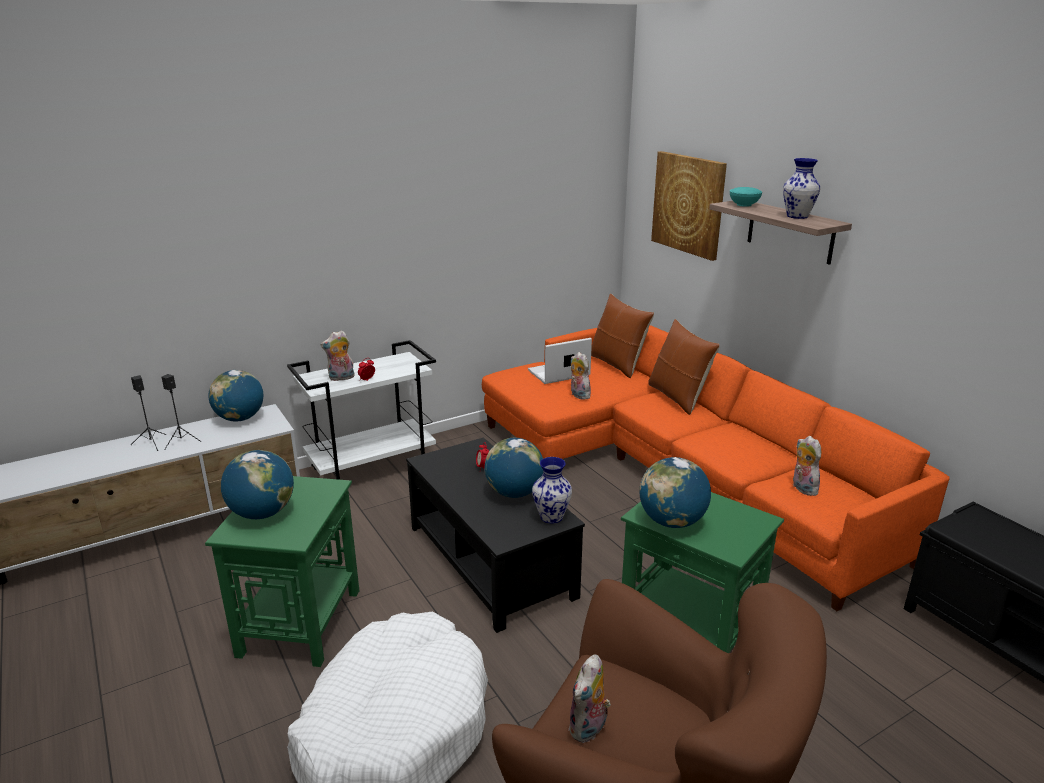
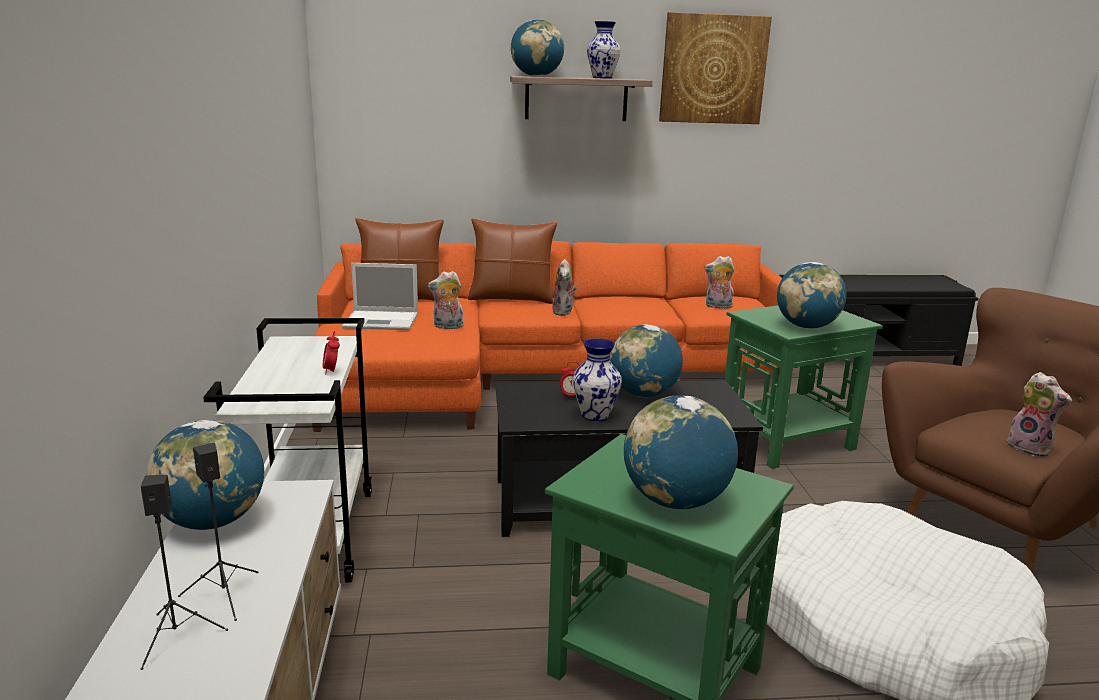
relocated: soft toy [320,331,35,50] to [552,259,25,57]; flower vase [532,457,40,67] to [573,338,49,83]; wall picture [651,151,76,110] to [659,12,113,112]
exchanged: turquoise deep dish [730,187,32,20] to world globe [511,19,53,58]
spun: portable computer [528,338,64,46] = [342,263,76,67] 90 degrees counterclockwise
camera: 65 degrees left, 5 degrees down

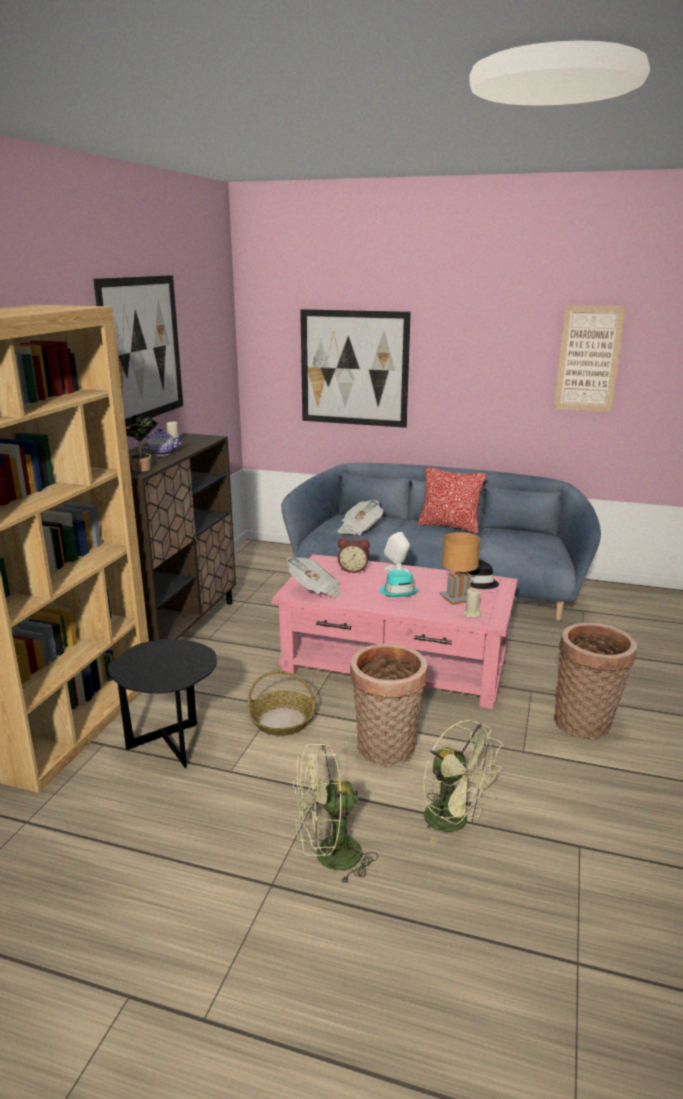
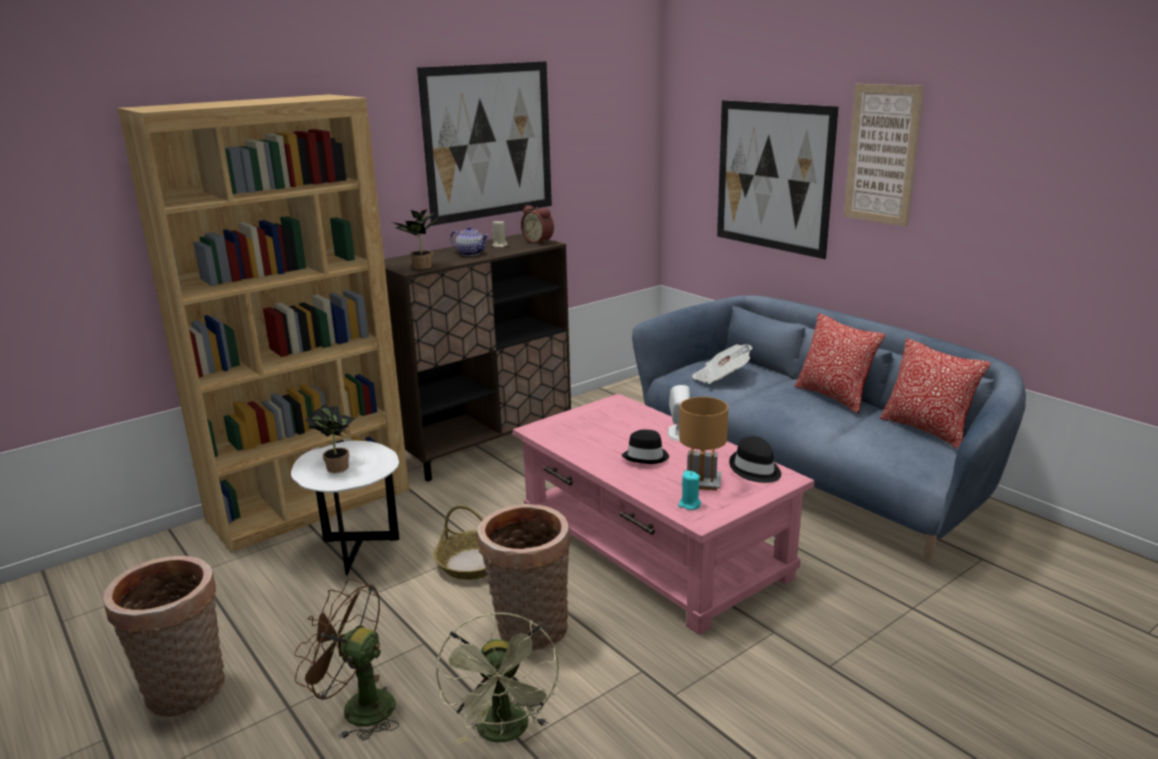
missing: printed paper [287,557,53,41]
appeared: potted plant [305,404,50,69]; throw pillow [880,338,111,111]
relocated: alarm clock [338,538,32,35] to [521,205,33,39]; wall picture [554,305,72,107] to [844,84,80,142]; household basket [554,623,83,116] to [103,556,122,161]
colour: blackish side table [108,639,109,129] to white-coloured side table [291,441,108,134]; green fan [293,743,85,142] to brown-coloured fan [294,579,105,162]; turquoise wearable hat [380,570,38,27] to blackish wearable hat [622,429,47,35]; beige-coloured wax light [463,588,18,30] to turquoise wax light [678,471,23,39]
camera: 35 degrees right, 0 degrees up

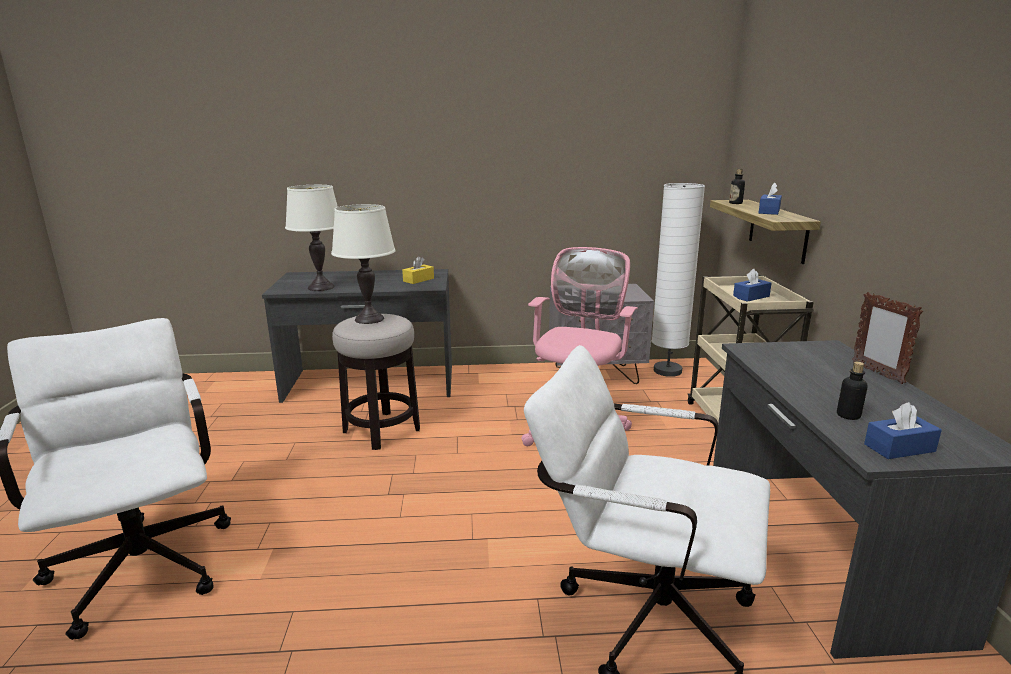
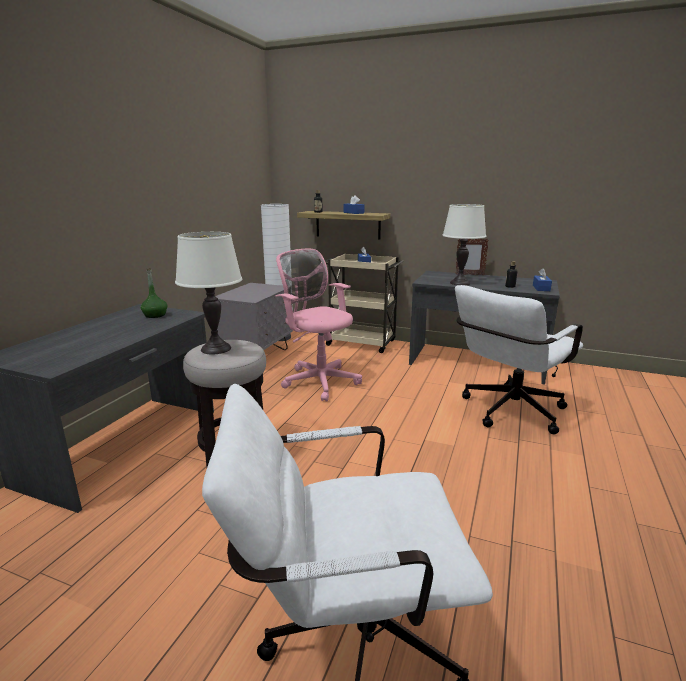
relocated: white-coloured table lamp [285,185,53,106] to [442,204,44,81]
exchanged: yellow-coloured tissue box [402,256,32,28] to green bottle [141,268,26,50]
camera: 65 degrees left, 0 degrees up

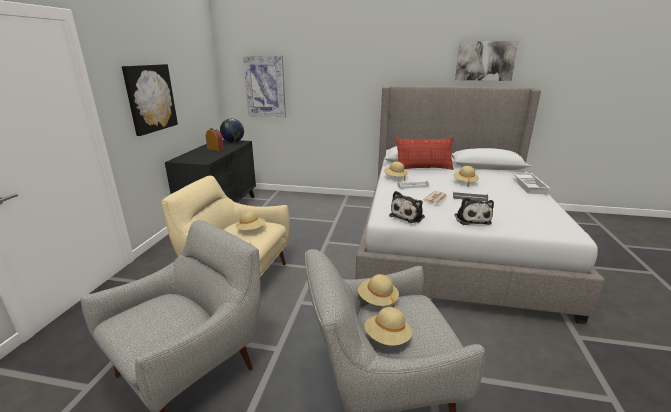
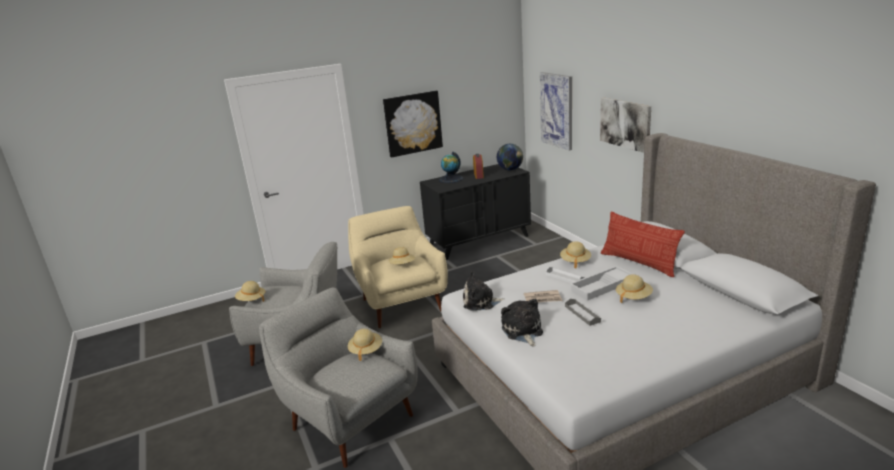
appeared: world globe [439,152,24,31]
relocated: beige-coloured wearable hat [364,307,48,39] to [235,281,30,21]; wall picture [455,41,64,40] to [600,98,51,55]; white-coloured serving tray [512,172,39,23] to [569,266,66,35]
spun: soft toy [455,197,39,28] = [501,298,42,48] 120 degrees clockwise
camera: 55 degrees right, 0 degrees up

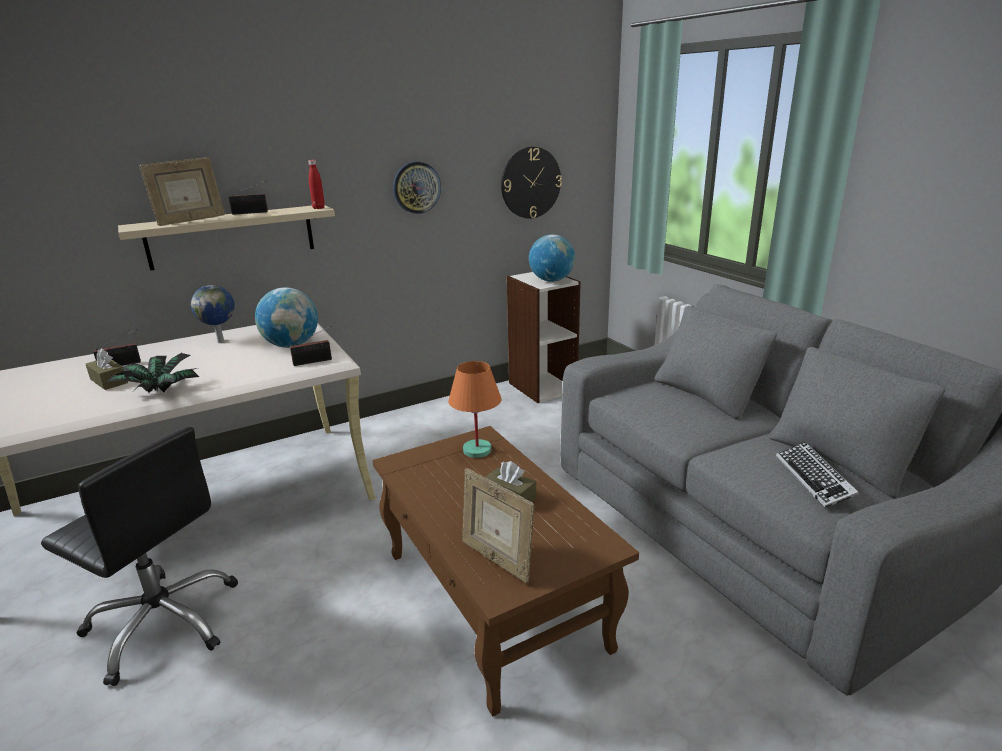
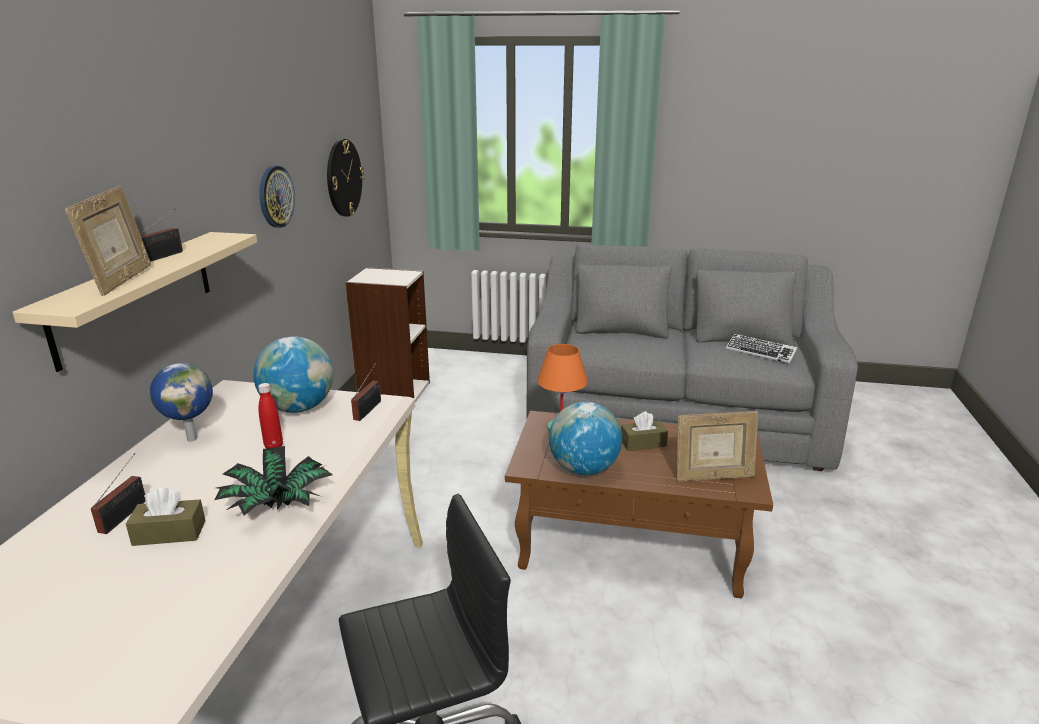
relocated: red bottle [308,160,17,49] to [258,383,25,66]; world globe [529,234,46,48] to [549,402,73,73]
camera: 50 degrees left, 0 degrees up

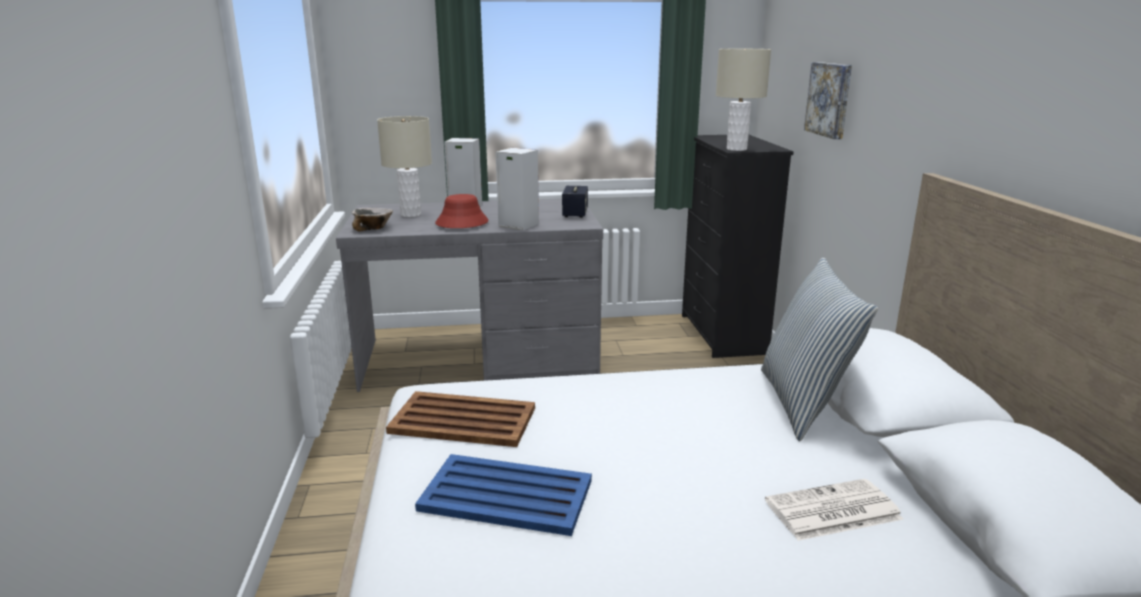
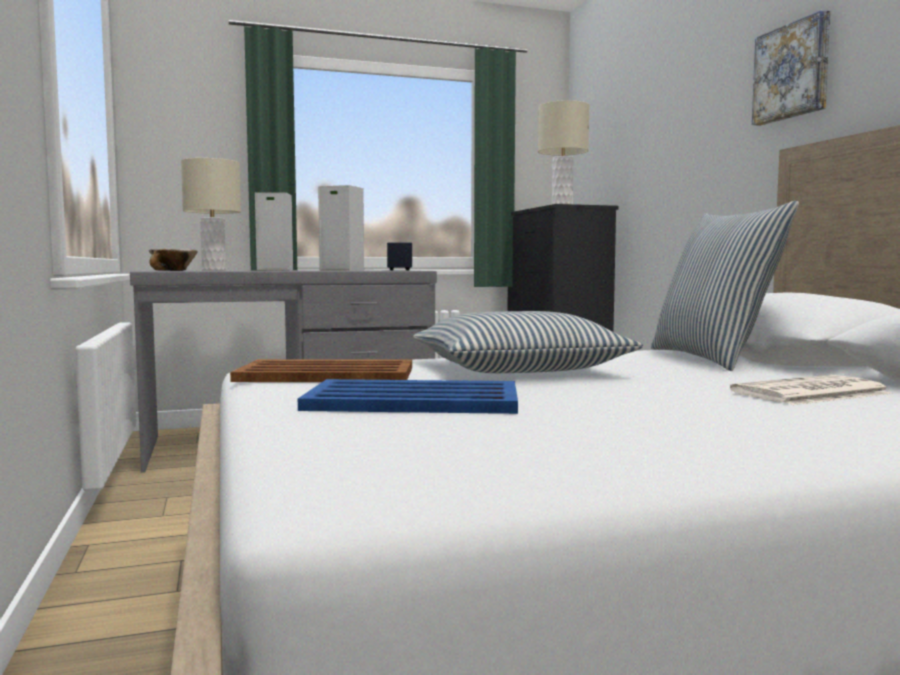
missing: red wearable hat [435,194,54,34]
appeared: throw pillow [413,311,230,62]
relocated: wall picture [804,62,48,77] to [752,10,78,116]
camera: 10 degrees left, 15 degrees down

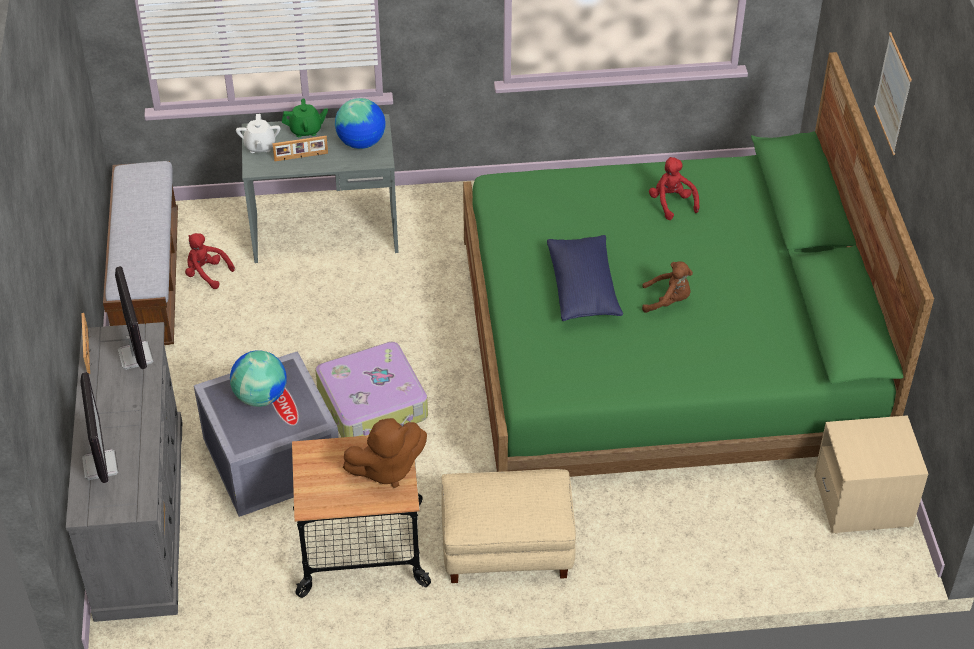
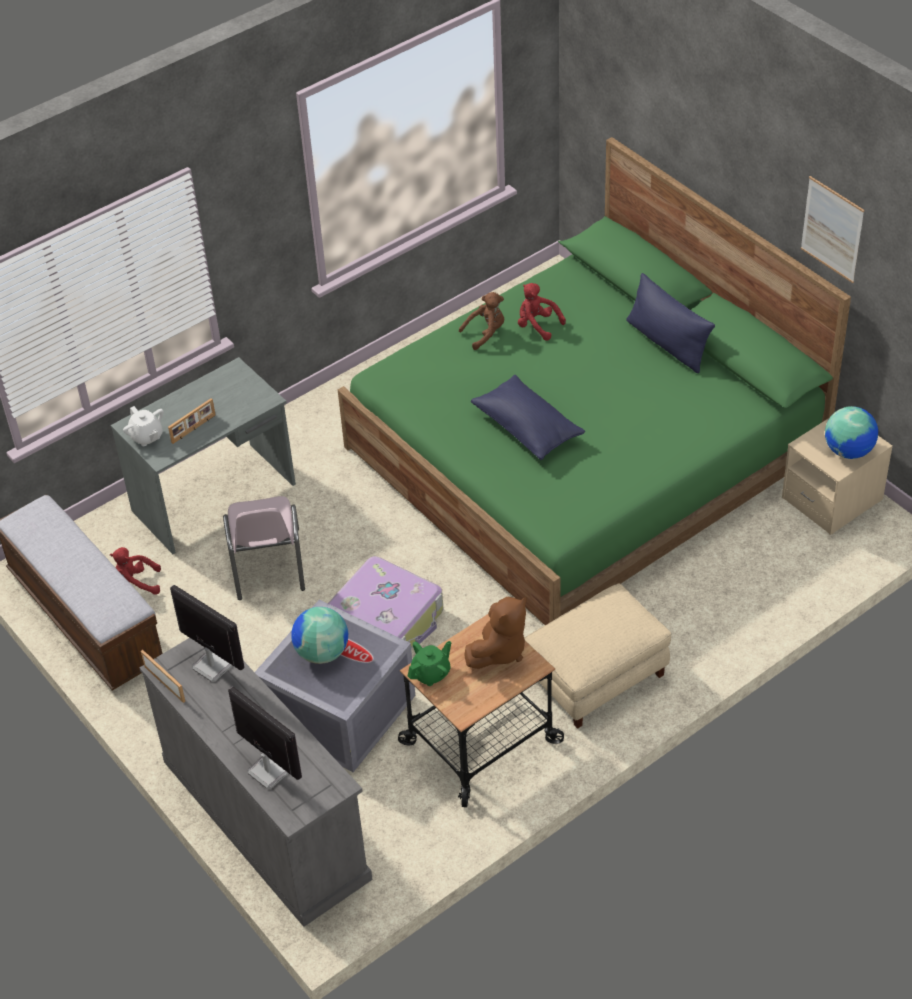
appeared: pink-coloured upright chair [223,496,82,104]; blue-coloured throw pillow [626,273,89,100]
relocated: green pot for tea [282,98,46,39] to [408,641,43,45]; world globe [335,98,51,51] to [825,406,53,53]; brown-coloured soft toy [642,261,51,52] to [459,292,45,58]; wall picture [874,32,38,123] to [801,176,63,107]
camera: 30 degrees left, 0 degrees up

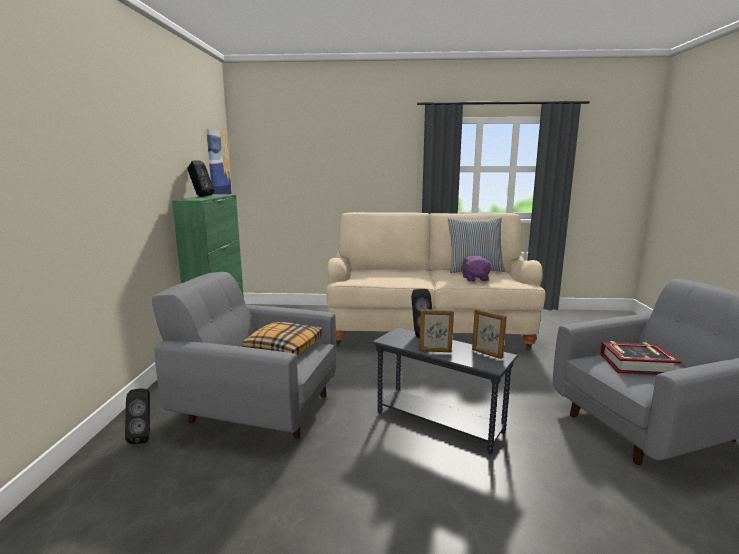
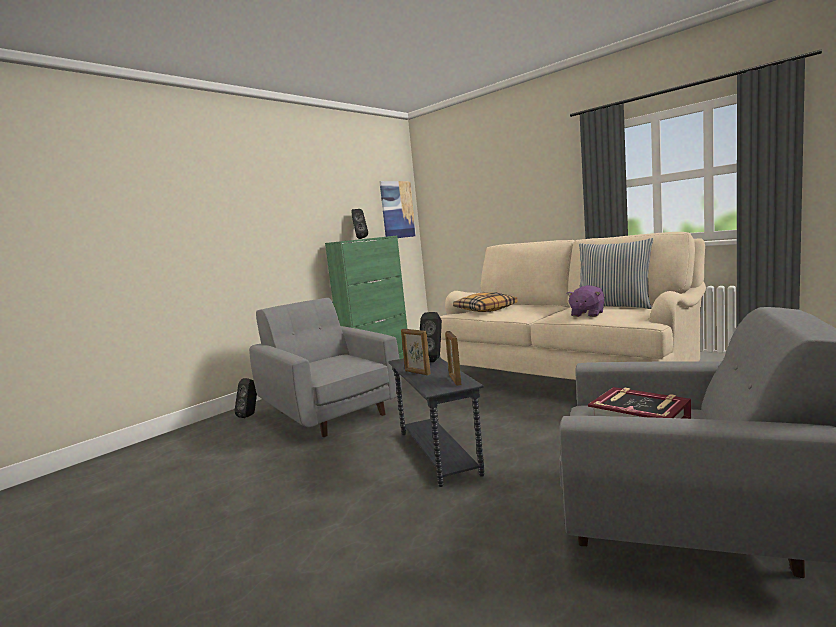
relocated: throw pillow [242,321,80,34] to [453,292,65,20]
camera: 40 degrees right, 5 degrees down

